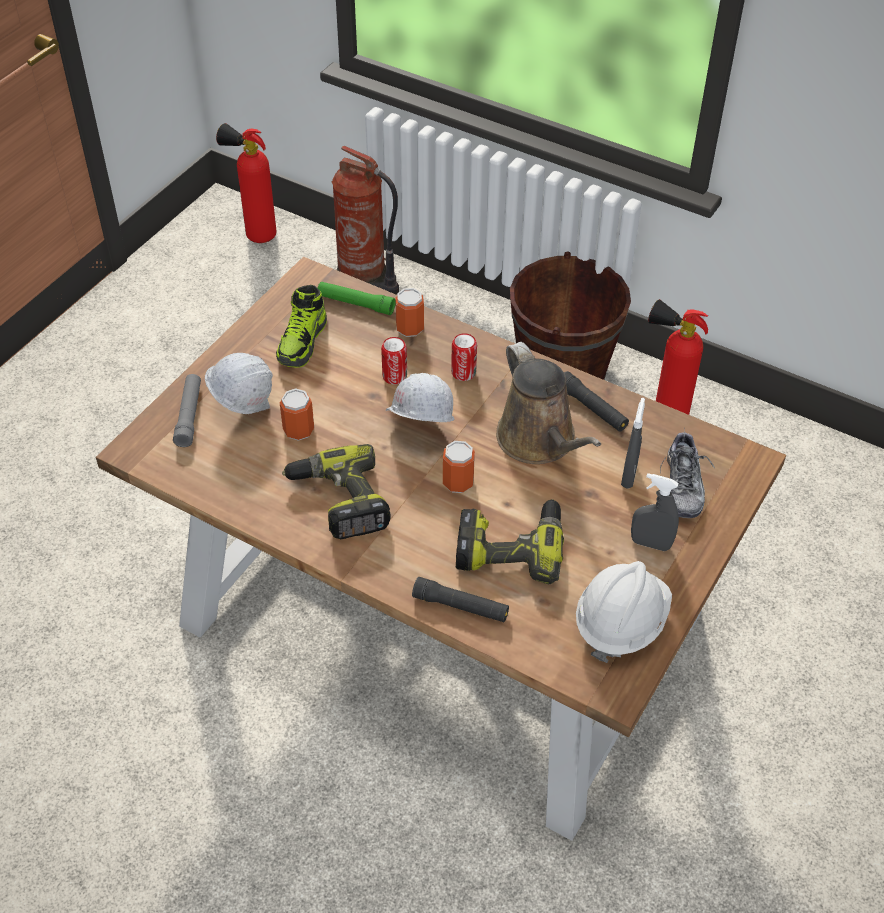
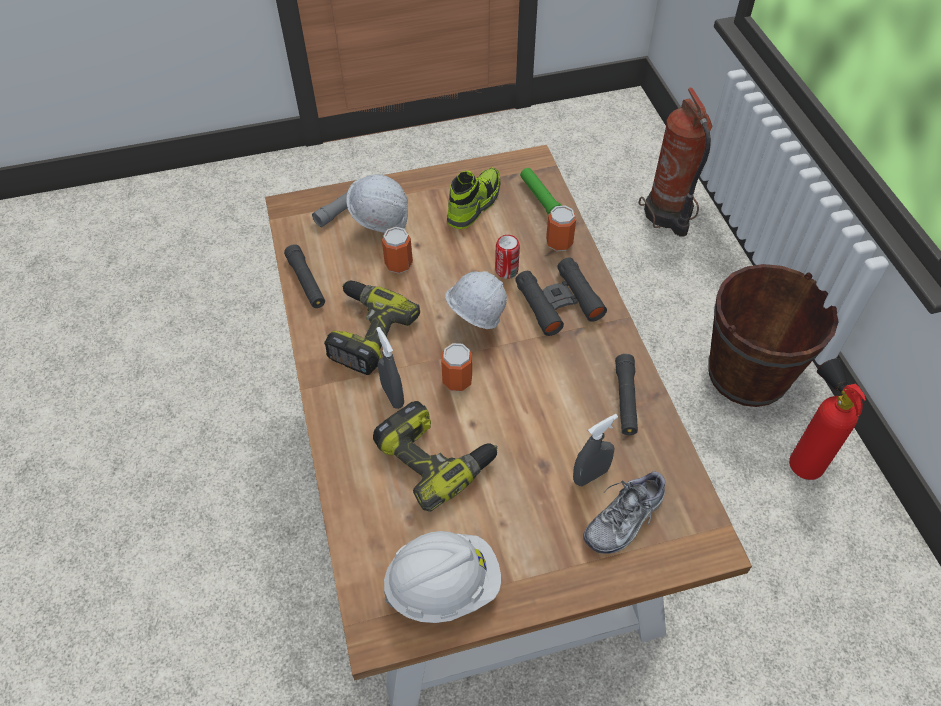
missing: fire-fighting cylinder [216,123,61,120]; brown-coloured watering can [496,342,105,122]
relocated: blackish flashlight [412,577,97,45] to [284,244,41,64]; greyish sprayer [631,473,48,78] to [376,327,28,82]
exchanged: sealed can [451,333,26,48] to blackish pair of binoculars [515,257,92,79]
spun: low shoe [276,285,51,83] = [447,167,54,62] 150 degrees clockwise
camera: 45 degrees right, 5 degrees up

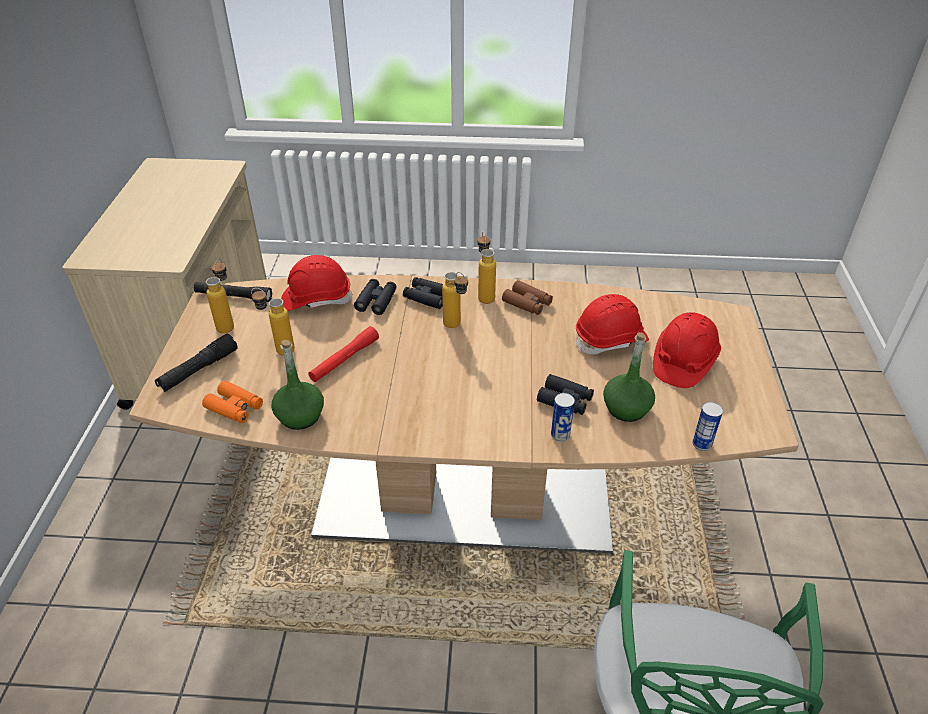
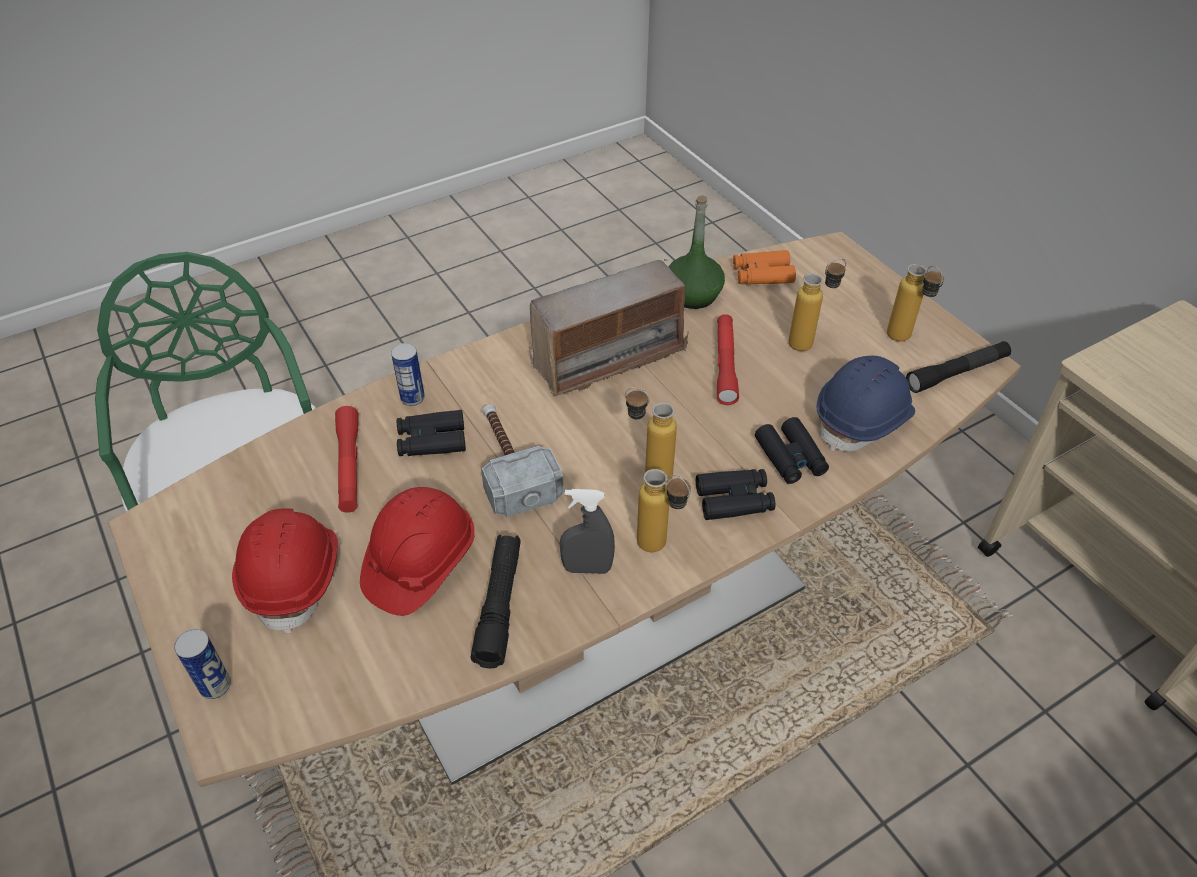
appeared: hand hammer [481,404,83,113]; radio set [529,259,160,138]
relocated: blackish flashlight [155,334,83,58] to [471,534,50,134]; sealed can [692,402,31,49] to [174,629,57,70]
exchanged: brown-coloured pair of binoculars [502,280,51,35] to greyish sprayer [560,489,55,85]; green bottle [603,332,52,90] to red flashlight [335,406,23,107]
colour: red hard hat [281,255,72,56] to blue-coloured hard hat [817,356,98,96]
camera: 145 degrees right, 5 degrees up

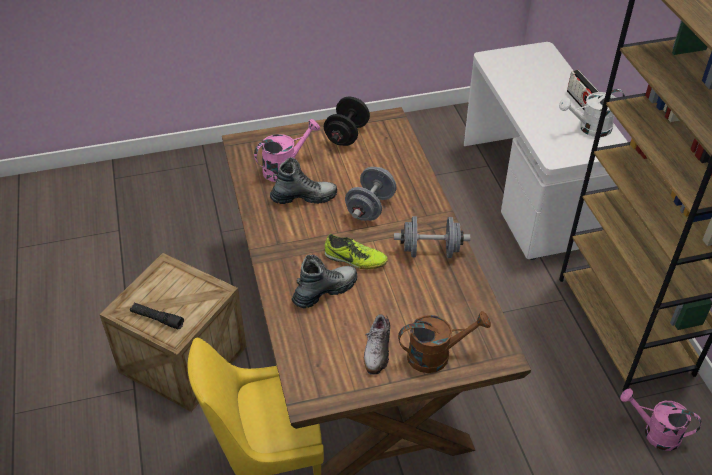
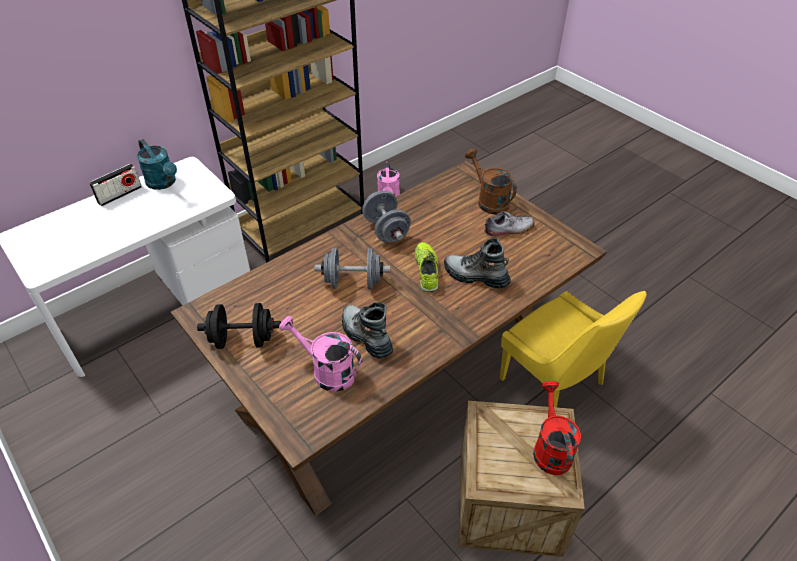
exchanged: blackish flashlight [130,303,54,26] to red watering can [533,381,48,94]
colour: white-coloured watering can [559,89,66,48] to turquoise watering can [137,139,40,51]
camera: 115 degrees left, 0 degrees up

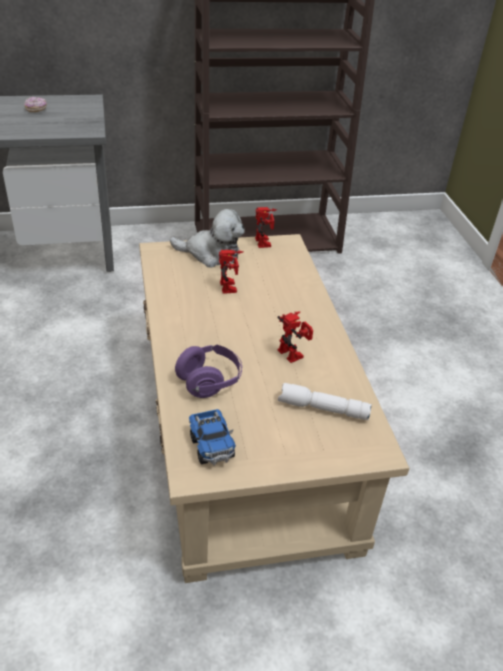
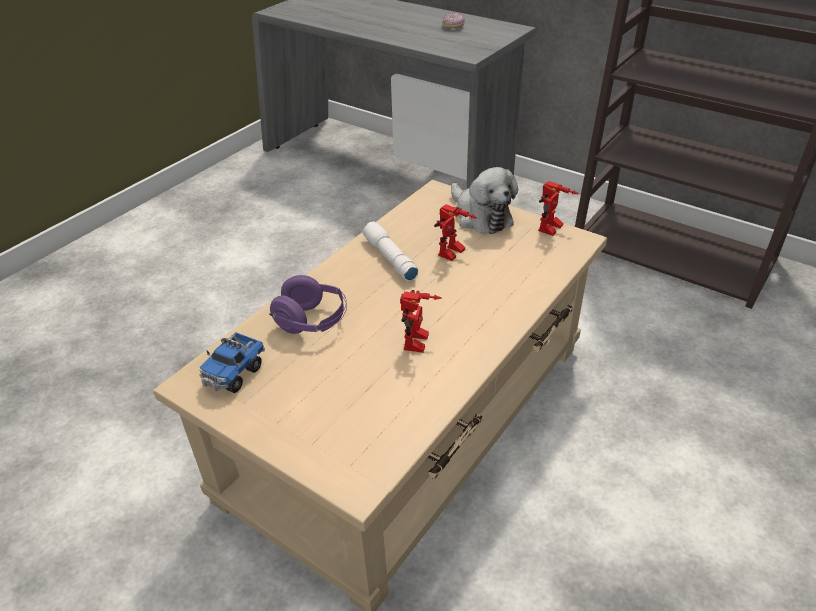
relocated: white-coloured flashlight [278,383,94,37] to [362,222,56,59]
camera: 50 degrees right, 0 degrees up

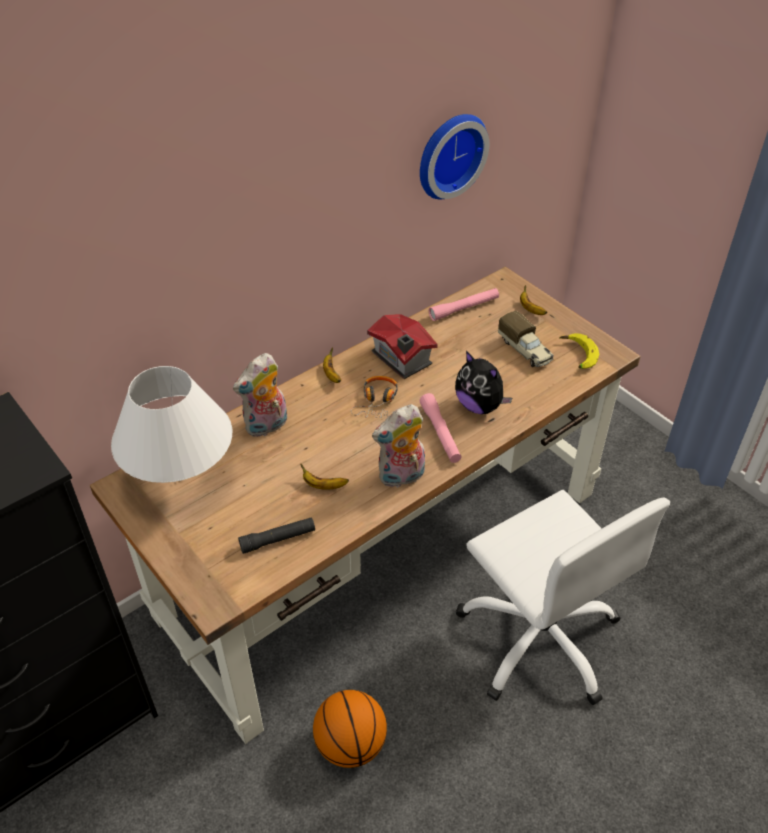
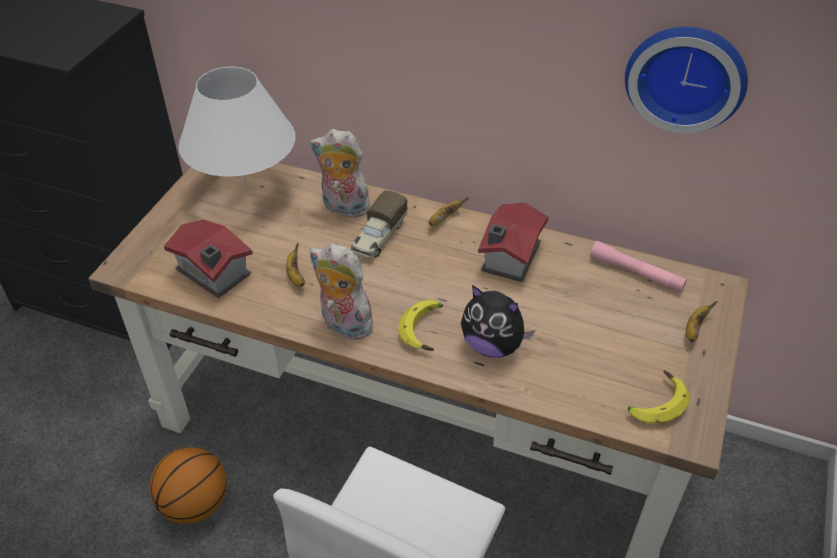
missing: headphones [351,376,47,42]
relocated: model truck [498,311,56,56] to [351,190,56,69]
exchanged: blackish flashlight [238,517,77,37] to miniature house [164,220,89,78]; pink-coloured flashlight [420,393,42,70] to banana fruit [398,300,45,51]
spun: soft toy [455,351,57,63] = [461,285,74,73] 75 degrees counterclockwise
camera: 60 degrees right, 0 degrees up

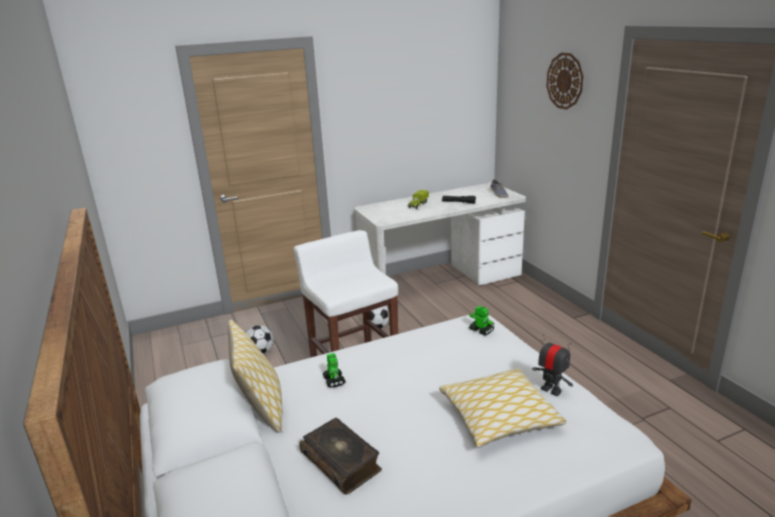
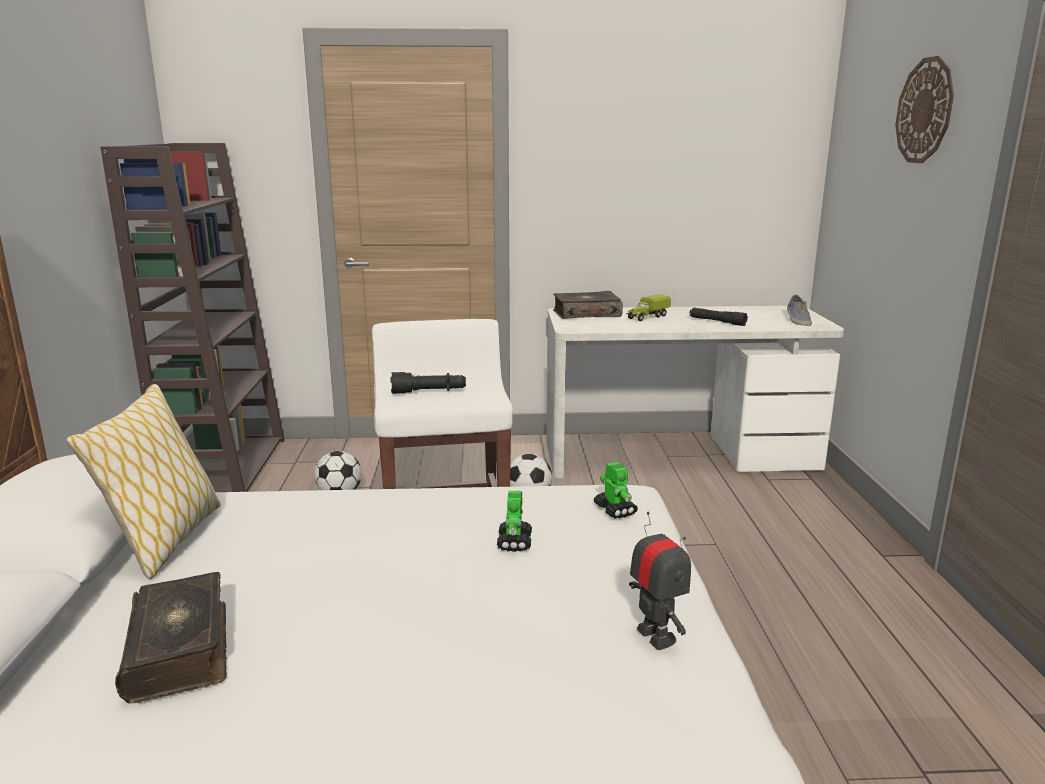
missing: throw pillow [439,368,127,80]
appeared: brown-coloured bookshelf [100,143,185,349]; blackish flashlight [390,372,76,22]; bound book [553,291,70,28]
relocated: model robot [323,353,23,35] to [497,491,35,61]
camera: 20 degrees right, 5 degrees down

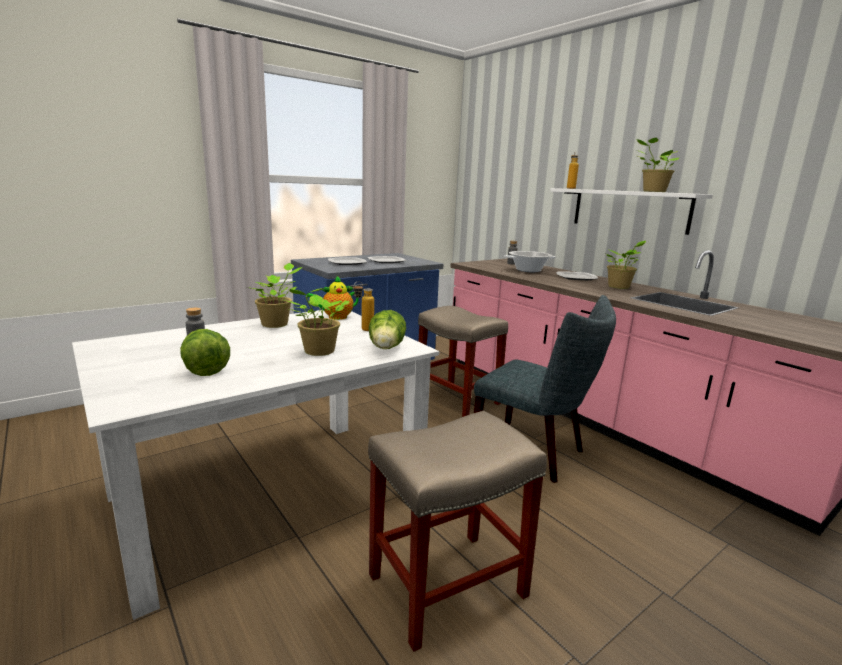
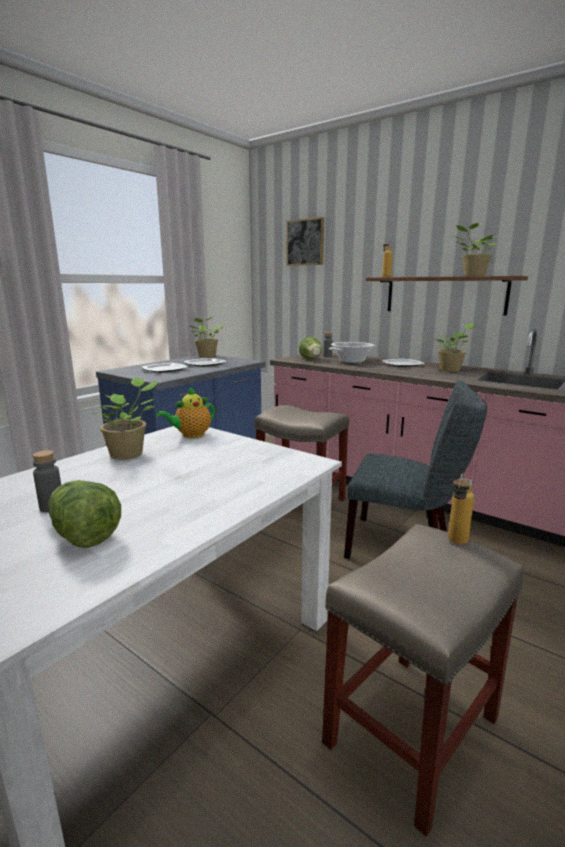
appeared: wall picture [287,217,37,49]
relocated: potted plant [285,288,64,68] to [190,317,33,41]; bottle [353,281,21,50] to [448,473,26,71]; head of lettuce [369,310,37,39] to [299,337,23,22]
colour: white-coloured shelf [550,188,163,47] to brown-coloured shelf [366,276,162,40]
camera: 15 degrees left, 0 degrees up

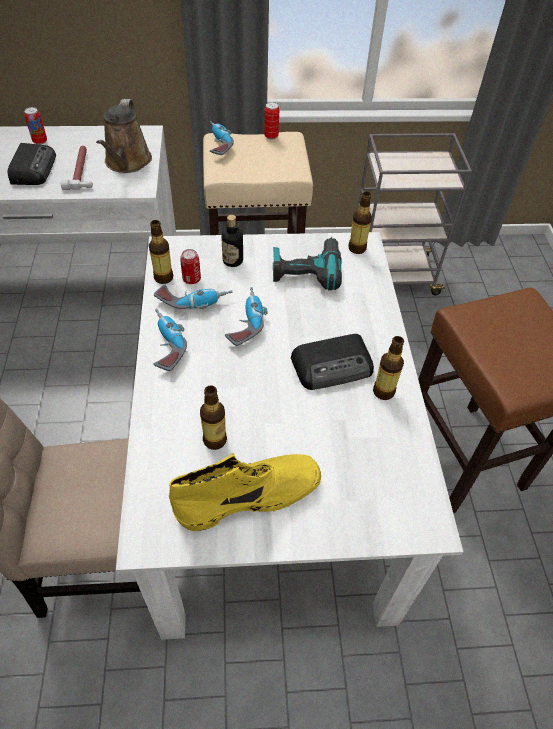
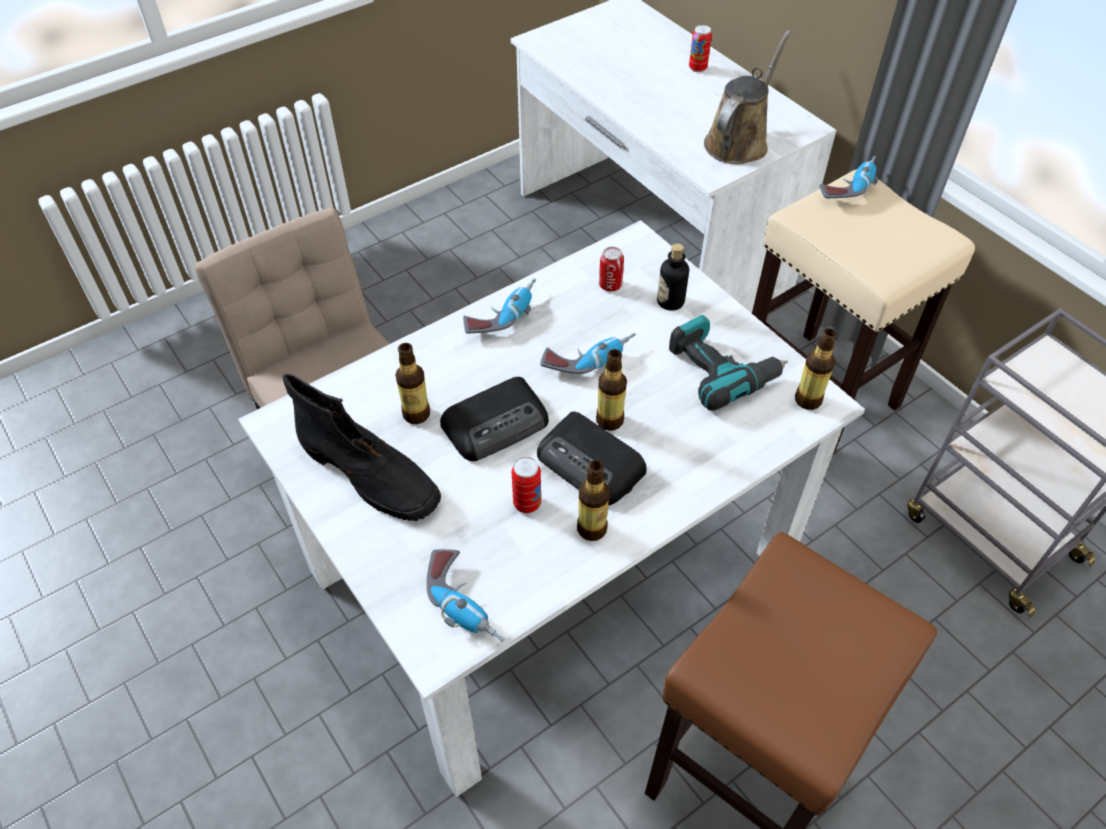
missing: hand hammer [61,146,32,44]
relocated: radio set [8,143,48,42] to [440,377,109,84]; bottle [149,220,24,64] to [596,349,31,82]; electric drill [154,285,79,24] to [426,549,79,93]; sealed can [264,102,15,38] to [512,457,29,56]
colour: yellow-coloured boot [169,453,152,78] to blackish boot [283,374,158,147]
spun: brown-coloured watering can [96,99,56,74] = [704,30,87,135] 150 degrees clockwise
camera: 60 degrees right, 0 degrees up

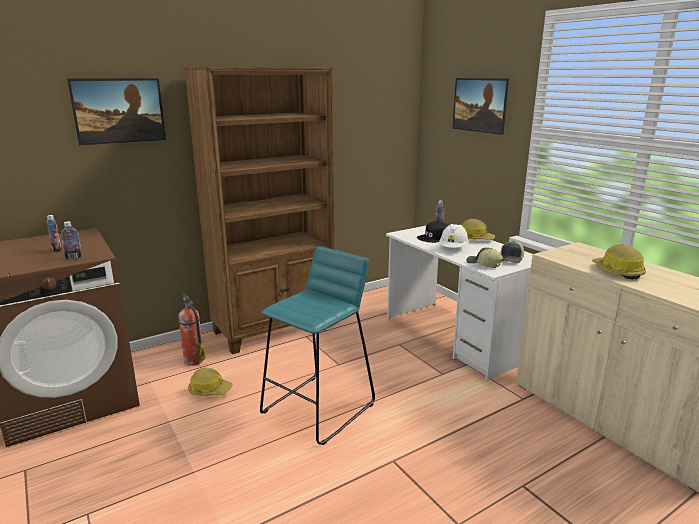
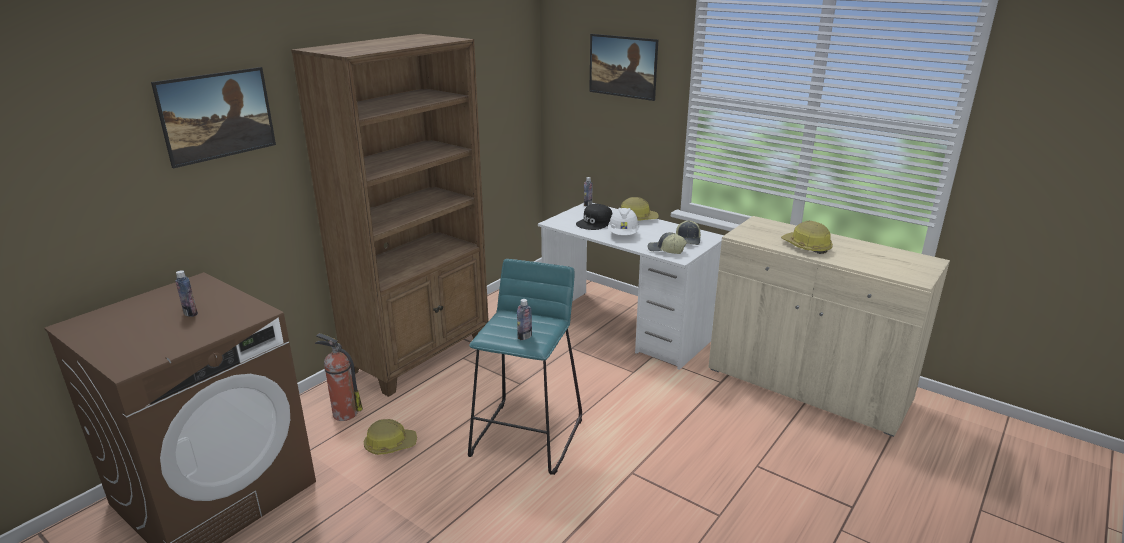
relocated: bottle [61,221,21,38] to [517,299,15,41]
camera: 20 degrees left, 5 degrees up

